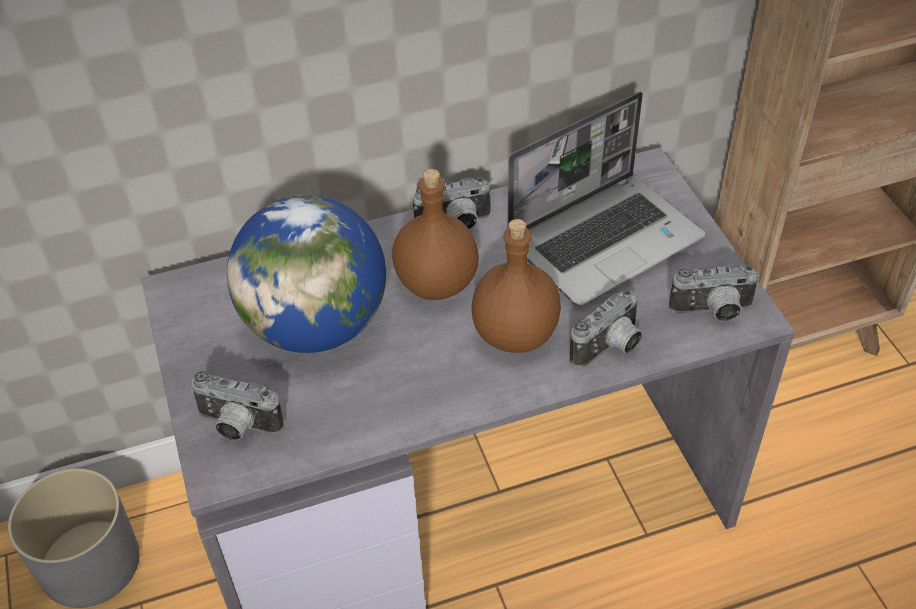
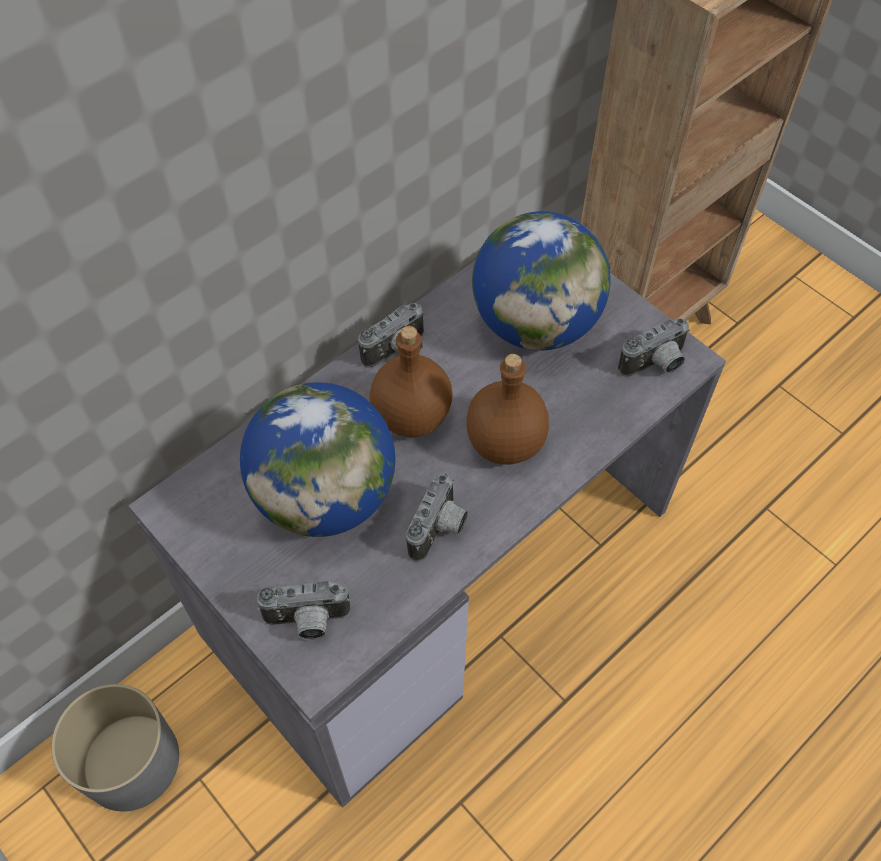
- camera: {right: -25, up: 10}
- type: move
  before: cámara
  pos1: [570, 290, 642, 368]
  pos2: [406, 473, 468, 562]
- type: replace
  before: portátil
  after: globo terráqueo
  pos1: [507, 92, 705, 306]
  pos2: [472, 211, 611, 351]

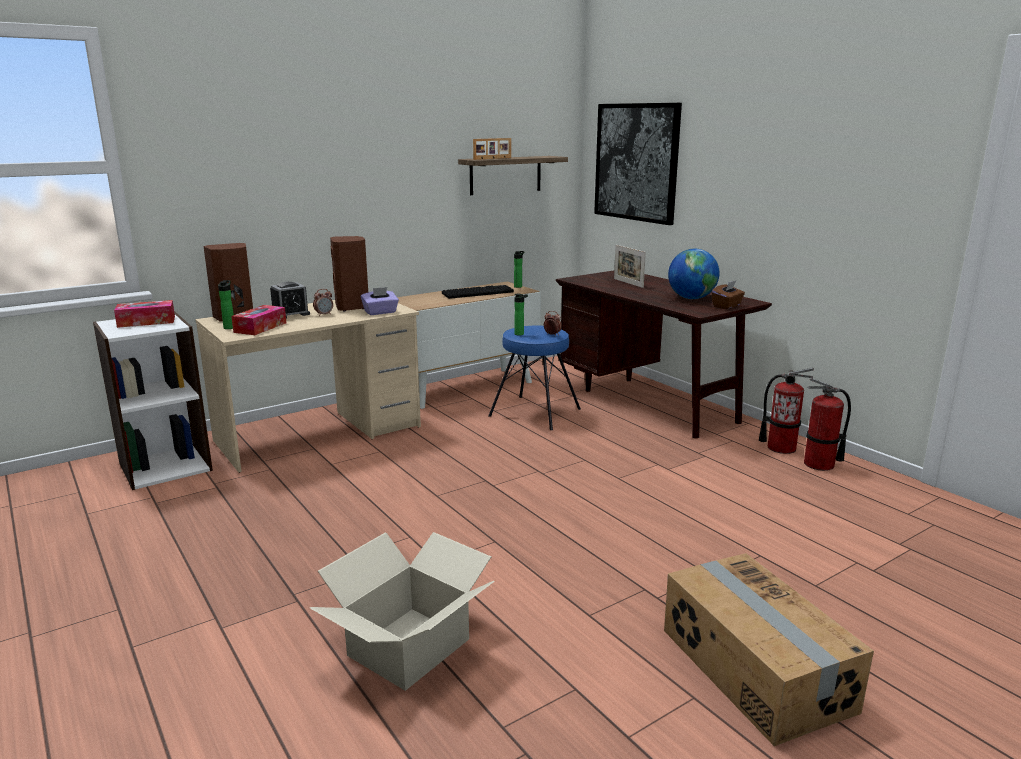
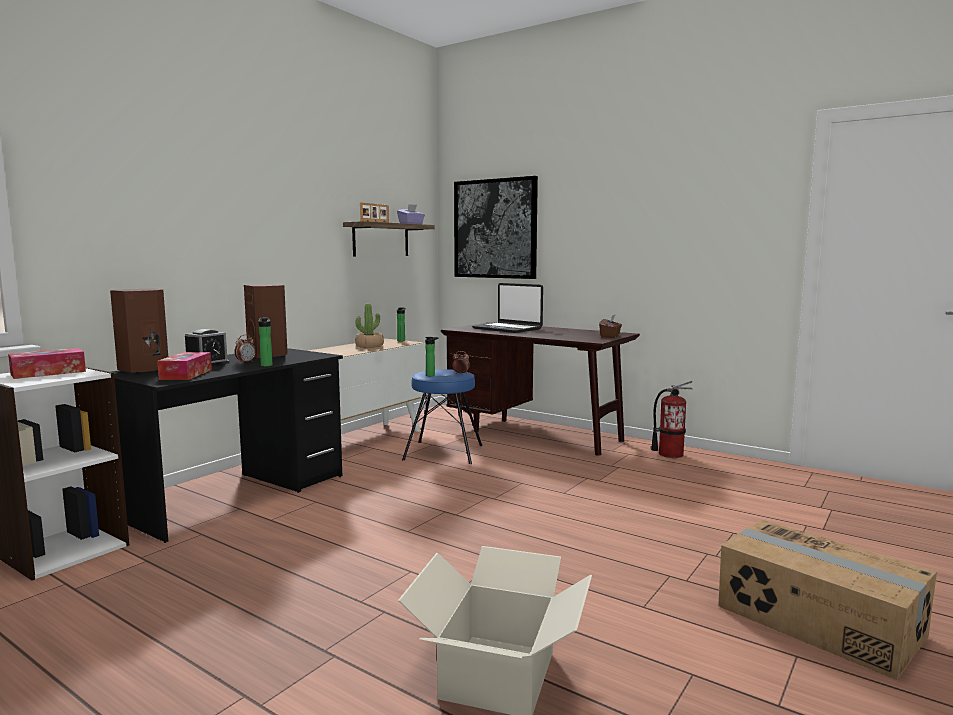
- camera: {right: -20, up: -10}
- type: recolor
  before: escritorio [beis]
  after: escritorio [negro]
  pos1: [195, 300, 421, 473]
  pos2: [111, 348, 343, 543]
- type: move
  before: botella
  pos1: [218, 280, 234, 329]
  pos2: [258, 318, 273, 367]
- type: replace
  before: teclado
  after: planta en maceta
  pos1: [442, 285, 514, 299]
  pos2: [355, 304, 384, 348]
- type: move
  before: caja de pañuelos [morado]
  pos1: [361, 287, 399, 315]
  pos2: [397, 204, 425, 224]
- type: replace
  before: portarretratos
  after: portátil
  pos1: [614, 245, 646, 288]
  pos2: [472, 283, 543, 333]
- type: delete
  before: globo terráqueo
  pos1: [668, 249, 720, 299]
- type: delete
  before: extintor
  pos1: [804, 378, 851, 471]

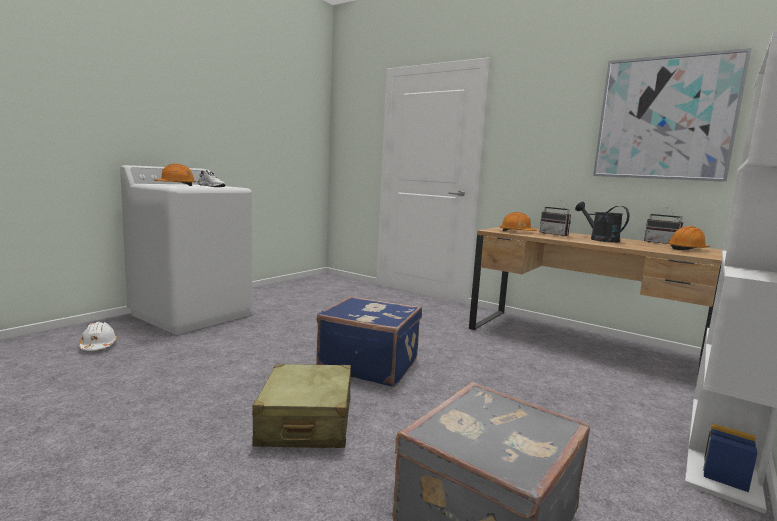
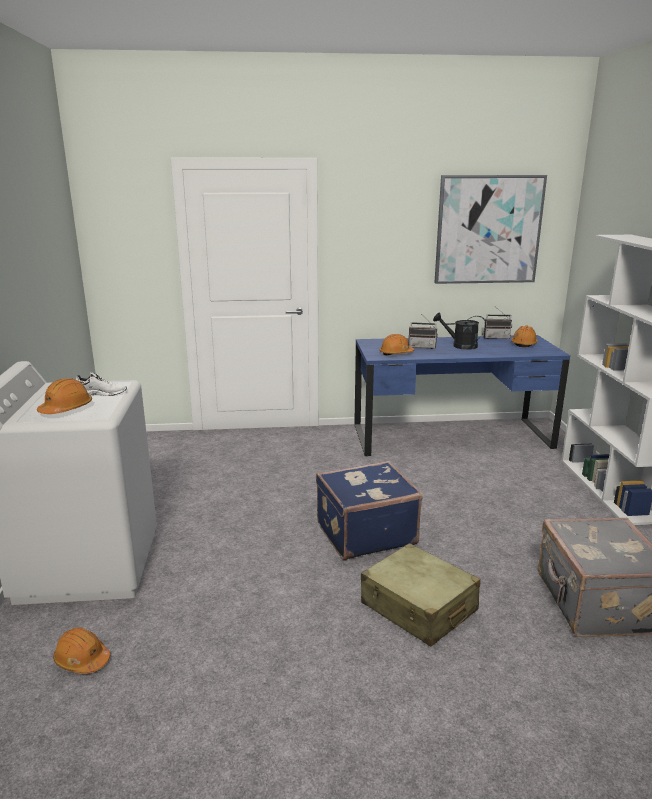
- camera: {right: -40, up: 10}
- type: recolor
  before: casco [blanco]
  after: casco [naranja]
  pos1: [79, 322, 117, 350]
  pos2: [53, 627, 110, 674]
- type: recolor
  before: escritorio [marrón]
  after: escritorio [azul]
  pos1: [469, 227, 722, 374]
  pos2: [354, 335, 570, 456]

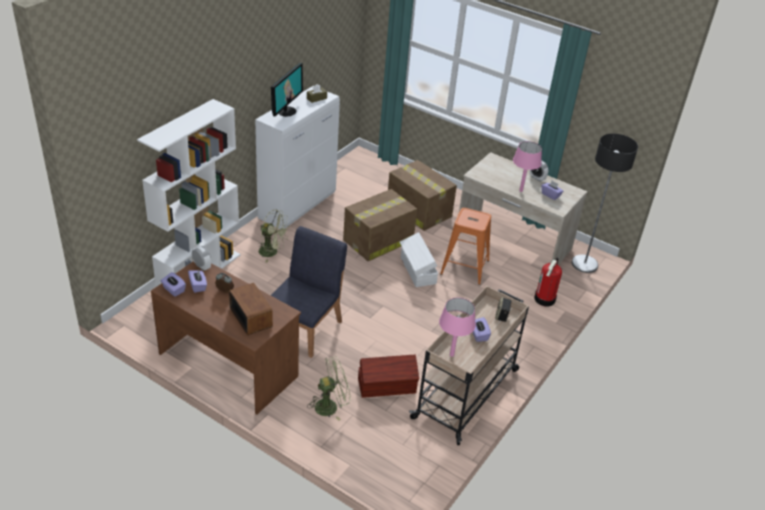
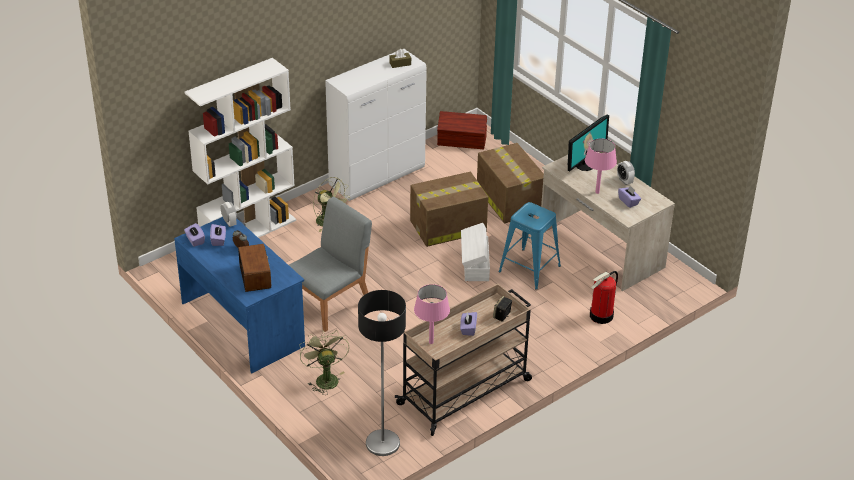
- camera: {right: 20, up: 0}
- type: recolor
  before: escritorio [marrón]
  after: escritorio [azul]
  pos1: [151, 261, 301, 415]
  pos2: [174, 217, 305, 373]
- type: recolor
  before: silla [azul]
  after: silla [gris]
  pos1: [271, 226, 347, 358]
  pos2: [289, 197, 372, 332]
- type: rotate
  before: ventilador [verde]
  pos1: [307, 356, 351, 421]
  pos2: [300, 330, 350, 395]
  turn: -105
- type: move
  before: lámpara de pie
  pos1: [572, 134, 638, 273]
  pos2: [358, 290, 406, 456]
- type: move
  before: caja de almacenaje [marrón]
  pos1: [358, 355, 419, 398]
  pos2: [437, 111, 487, 149]
- type: recolor
  before: taburete [naranja]
  after: taburete [azul]
  pos1: [440, 208, 491, 285]
  pos2: [499, 202, 561, 290]
- type: move
  before: monitor
  pos1: [271, 63, 303, 117]
  pos2: [568, 114, 609, 171]

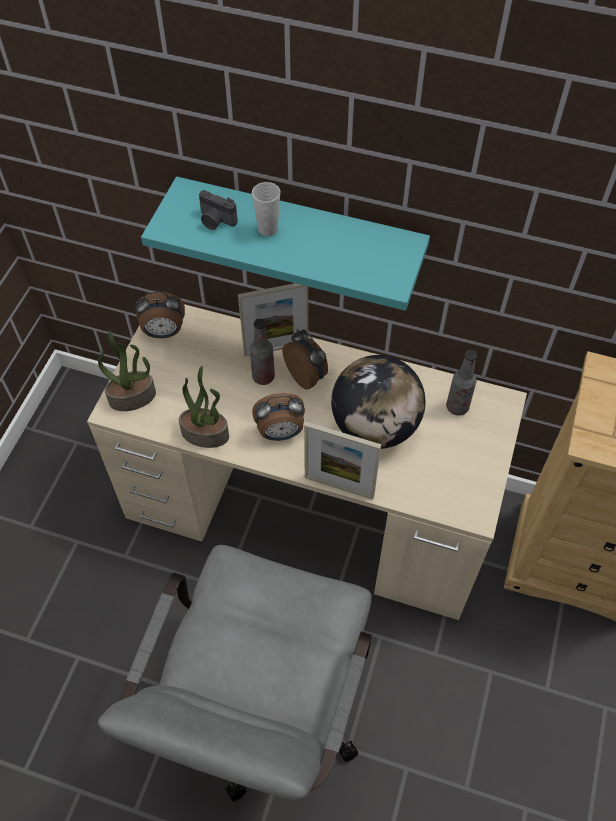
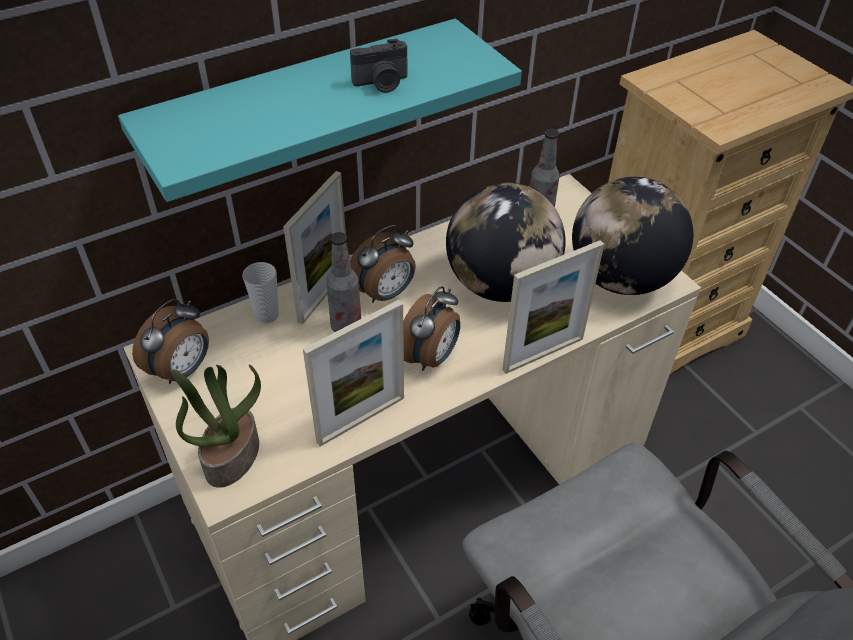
- camera: {right: -50, up: -10}
- type: move
  before: taza
  pos1: [252, 182, 281, 236]
  pos2: [242, 262, 279, 323]
- type: replace
  before: planta en maceta
  after: portarretratos
  pos1: [179, 366, 229, 448]
  pos2: [303, 300, 404, 446]
- type: move
  before: cámara
  pos1: [199, 190, 238, 230]
  pos2: [350, 39, 407, 93]
- type: rotate
  before: despertador
  pos1: [282, 329, 328, 390]
  pos2: [350, 225, 416, 303]
  turn: 135
- type: insert
  after: globo terráqueo
  pos2: [572, 177, 693, 295]

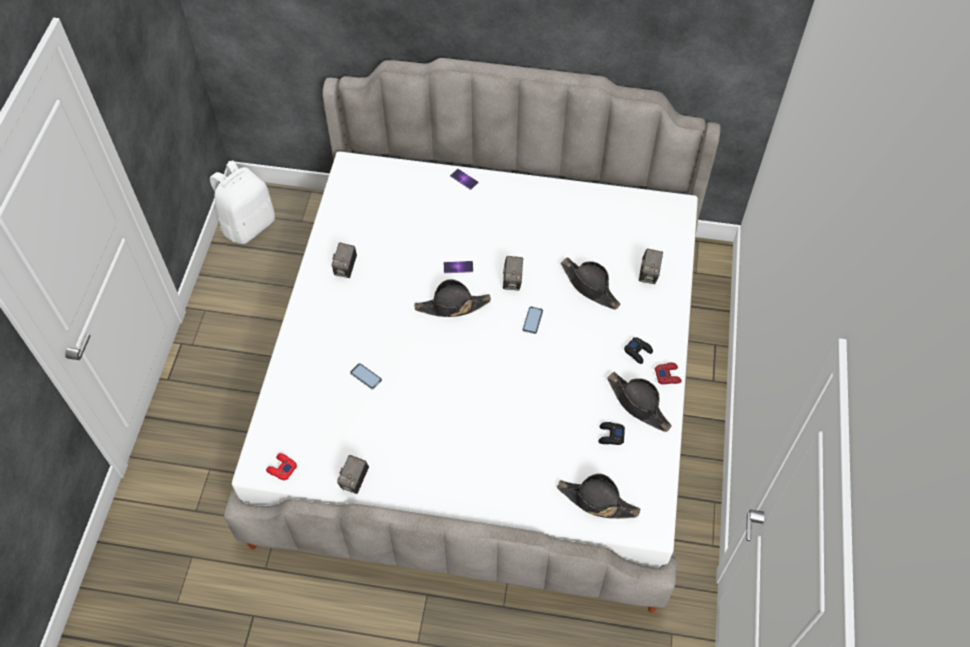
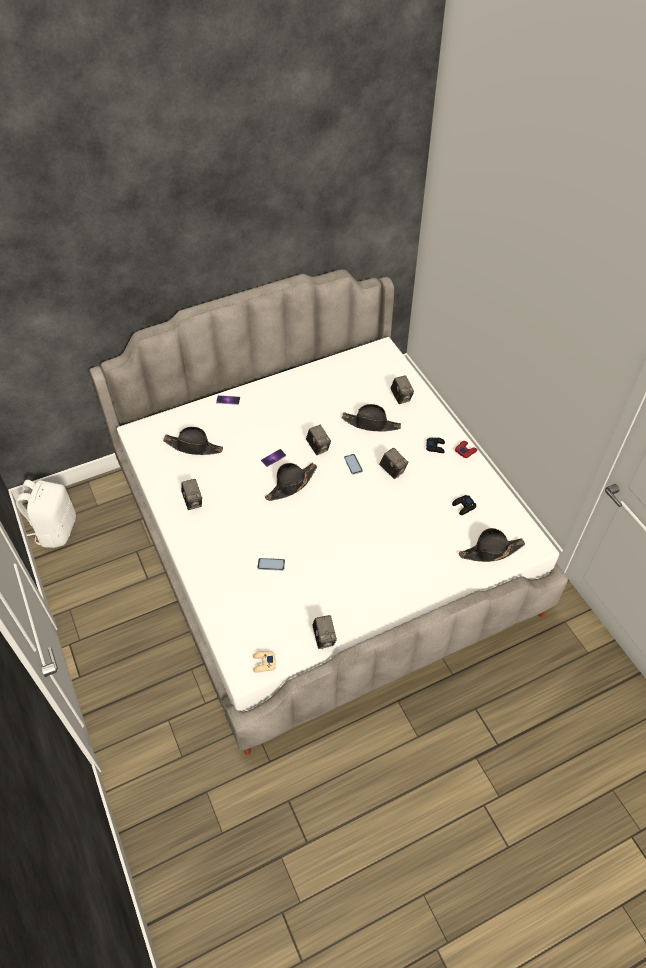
- camera: {right: -35, up: -5}
- type: move
  before: sombrero [negro]
  pos1: [607, 372, 672, 432]
  pos2: [163, 427, 223, 455]
- type: recolor
  before: mando de consola [rojo]
  after: mando de consola [beis]
  pos1: [266, 453, 297, 480]
  pos2: [253, 651, 276, 673]
- type: insert
  after: cámara
  pos2: [379, 447, 409, 479]

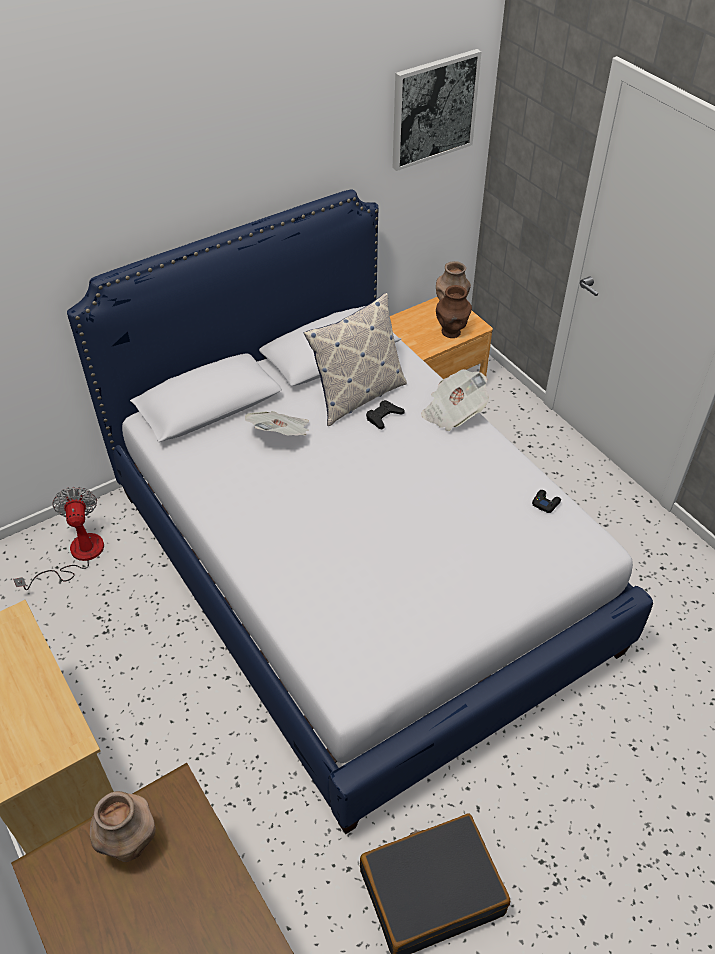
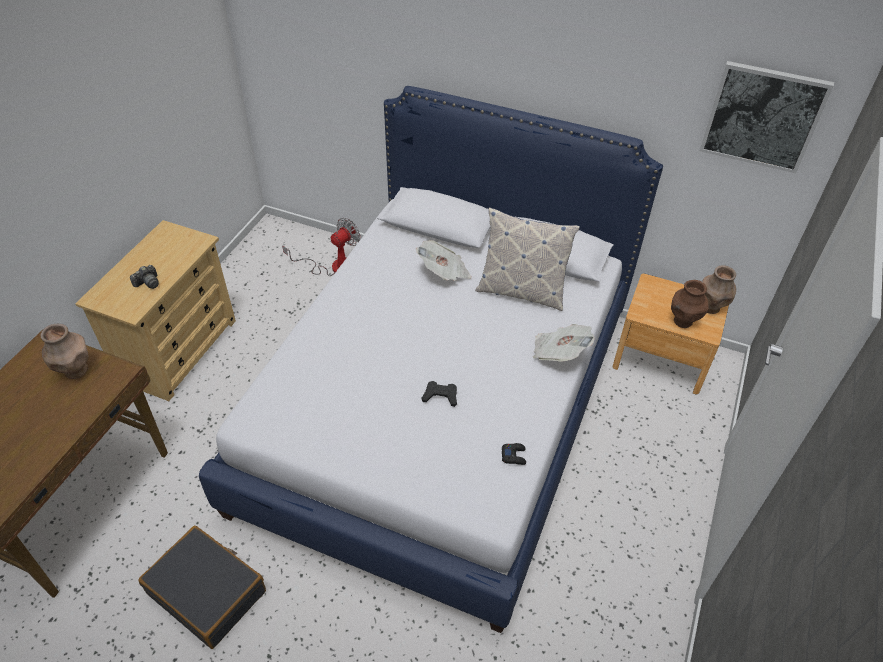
- camera: {right: 55, up: 0}
- type: insert
  after: cámara
  pos2: [130, 265, 159, 289]
- type: move
  before: mando de consola [negro]
  pos1: [366, 400, 405, 430]
  pos2: [422, 381, 457, 407]

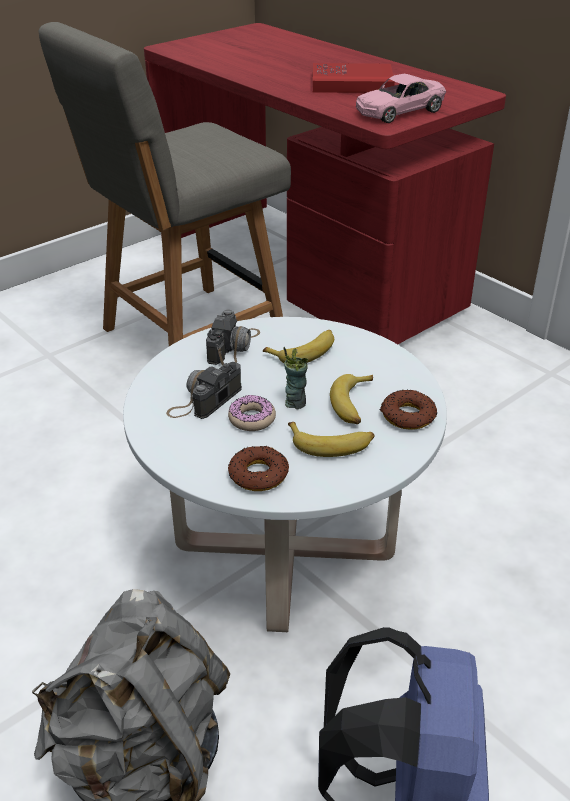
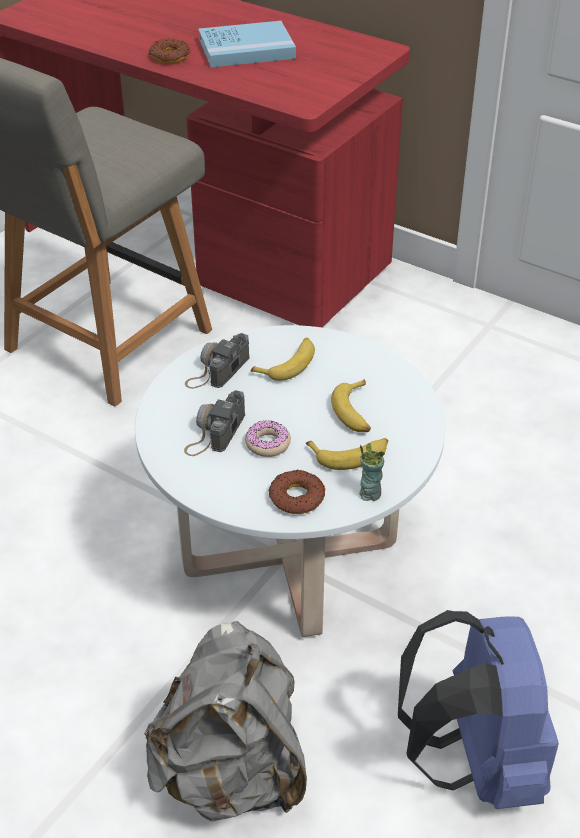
- camera: {right: -15, up: 5}
- type: move
  before: rosquilla
  pos1: [380, 390, 437, 430]
  pos2: [149, 38, 190, 63]
- type: rotate
  before: cámara
  pos1: [206, 310, 260, 366]
  pos2: [185, 333, 250, 389]
  turn: -150
- type: recolor
  before: libro [rojo]
  after: libro [azul]
  pos1: [313, 63, 395, 93]
  pos2: [199, 21, 296, 67]
- type: move
  before: taza
  pos1: [283, 347, 308, 409]
  pos2: [359, 443, 385, 501]
- type: delete
  before: coche de juguete [rosa]
  pos1: [356, 74, 446, 123]

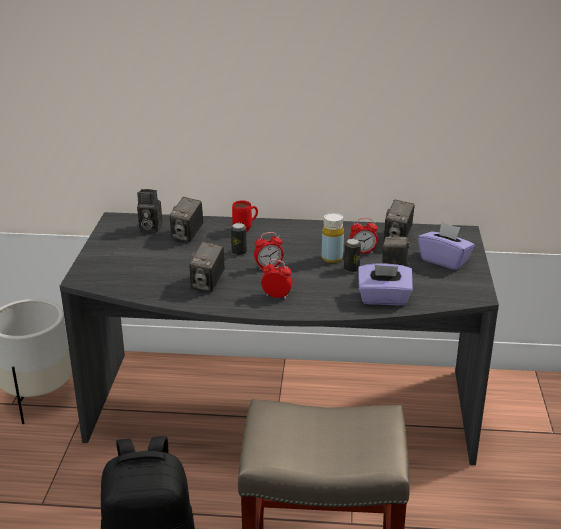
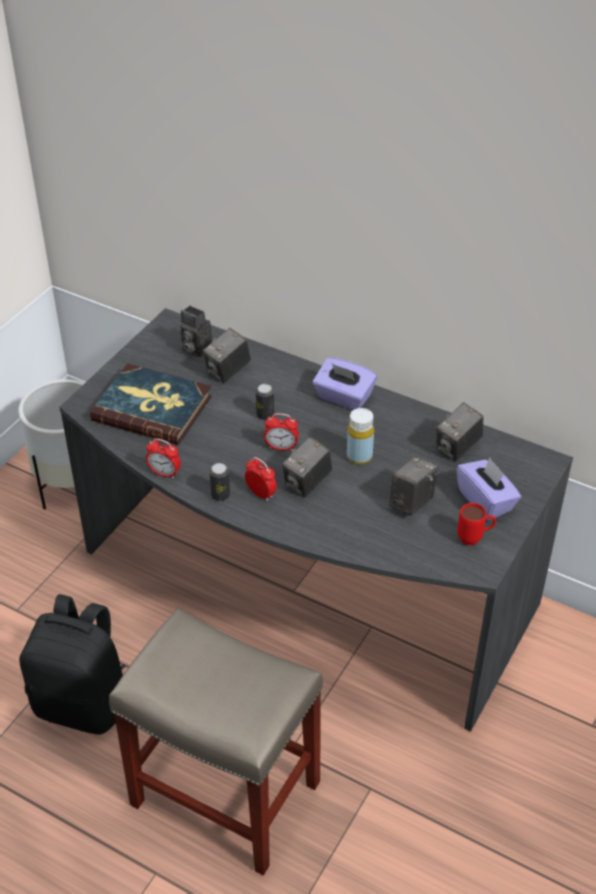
- camera: {right: 25, up: 15}
- type: insert
  after: libro
  pos2: [90, 363, 212, 445]
- type: move
  before: despertador
  pos1: [349, 218, 378, 254]
  pos2: [146, 438, 181, 479]
- type: move
  before: lata
  pos1: [344, 239, 361, 272]
  pos2: [209, 463, 230, 501]
- type: move
  before: cámara
  pos1: [189, 242, 224, 292]
  pos2: [282, 437, 332, 497]
- type: move
  before: caja de pañuelos [morado]
  pos1: [358, 263, 413, 305]
  pos2: [313, 358, 377, 410]
- type: move
  before: taza grande [rojo]
  pos1: [232, 200, 258, 232]
  pos2: [457, 503, 496, 545]

